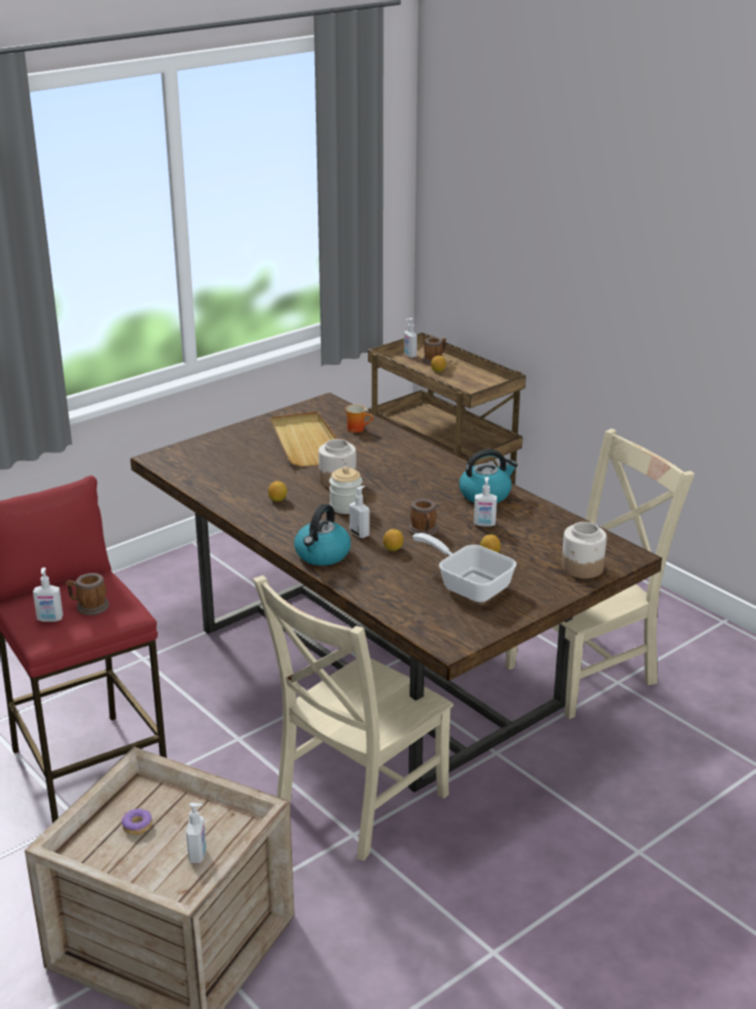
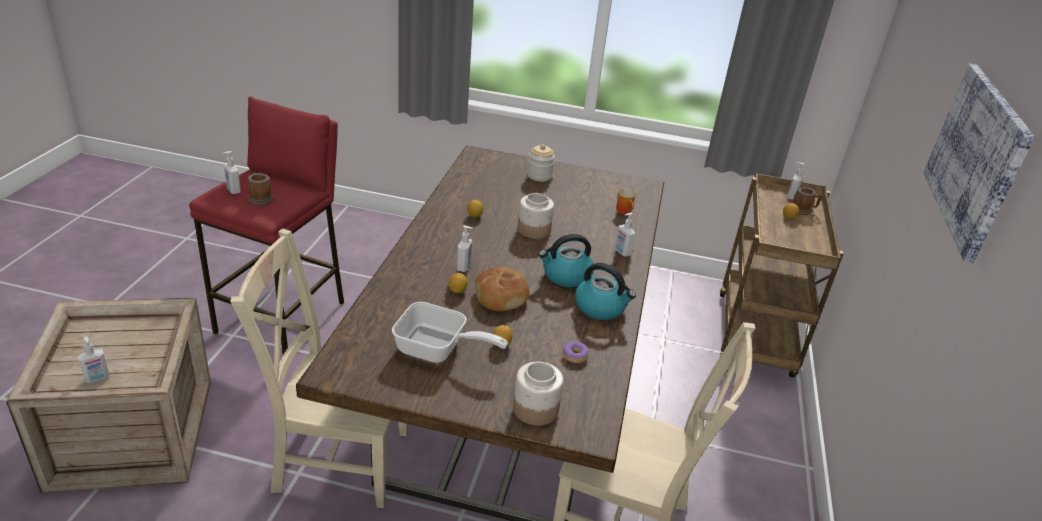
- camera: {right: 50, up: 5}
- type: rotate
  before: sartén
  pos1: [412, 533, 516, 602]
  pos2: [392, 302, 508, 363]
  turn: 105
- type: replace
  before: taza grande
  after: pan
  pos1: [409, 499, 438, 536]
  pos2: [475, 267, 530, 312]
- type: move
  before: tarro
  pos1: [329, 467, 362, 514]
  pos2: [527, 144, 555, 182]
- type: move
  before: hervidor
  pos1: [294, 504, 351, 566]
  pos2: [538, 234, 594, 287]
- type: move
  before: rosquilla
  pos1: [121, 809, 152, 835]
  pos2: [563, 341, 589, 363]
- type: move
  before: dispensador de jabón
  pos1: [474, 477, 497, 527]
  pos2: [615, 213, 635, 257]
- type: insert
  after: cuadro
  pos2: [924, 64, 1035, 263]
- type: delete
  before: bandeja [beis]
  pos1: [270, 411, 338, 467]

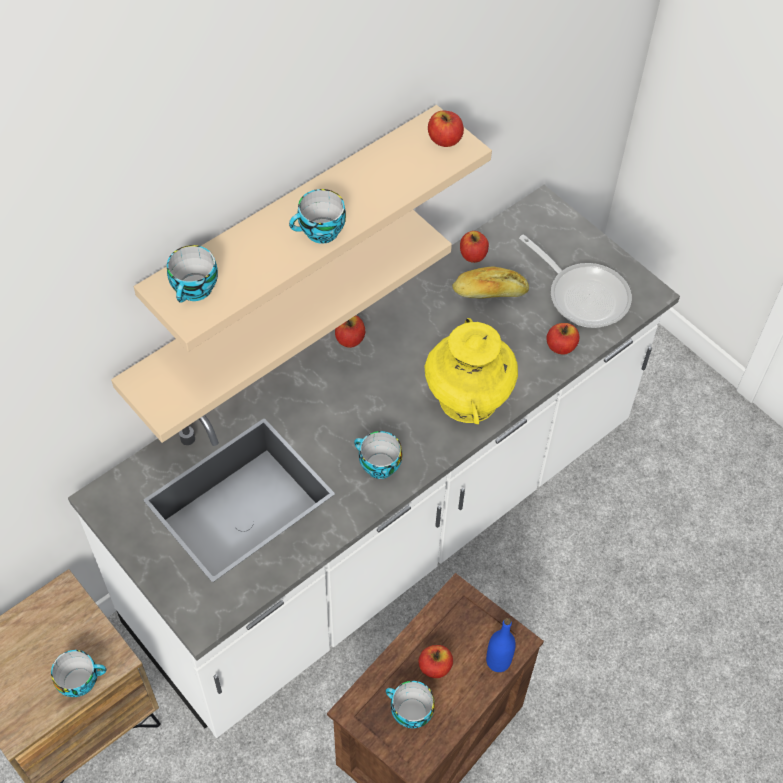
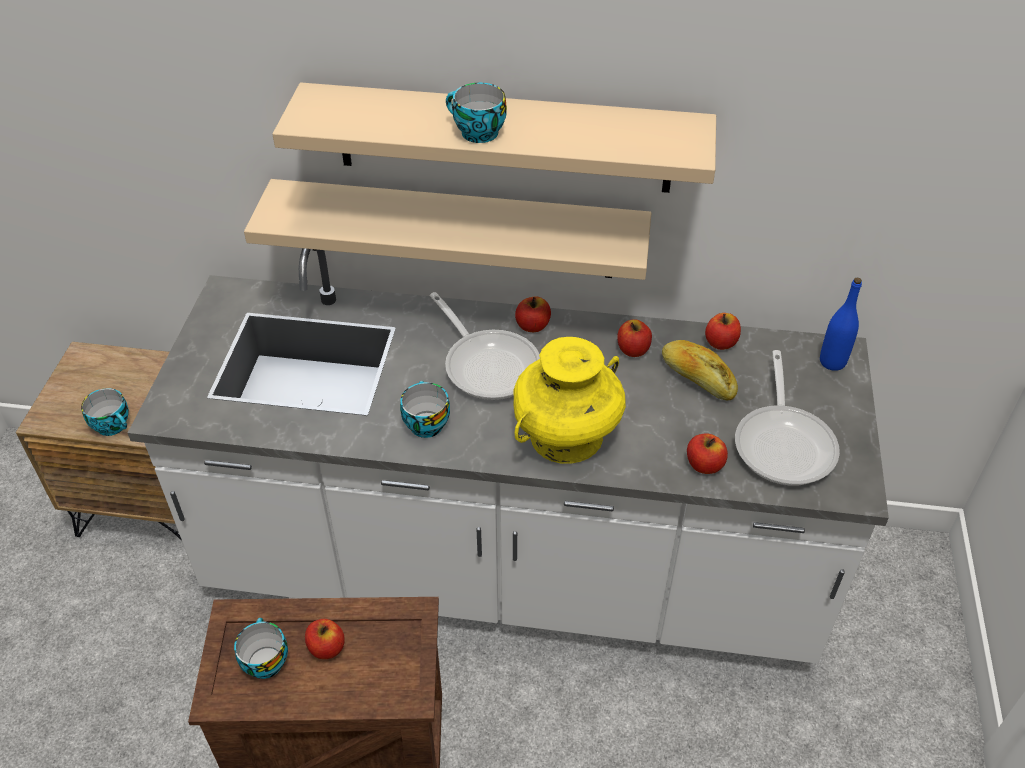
- camera: {right: 50, up: -10}
- type: insert
  after: sartén
  pos2: [430, 292, 540, 400]
- type: move
  before: manzana
  pos1: [428, 111, 464, 147]
  pos2: [617, 319, 652, 357]
- type: move
  before: botella [azul]
  pos1: [486, 618, 516, 672]
  pos2: [820, 278, 862, 371]
- type: delete
  before: taza
  pos1: [167, 245, 218, 303]

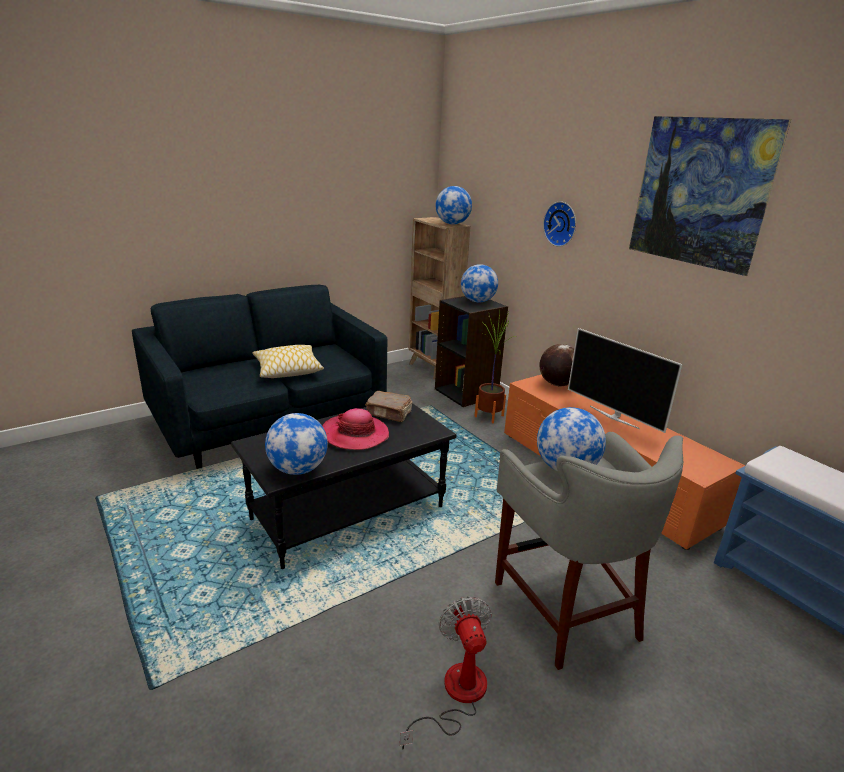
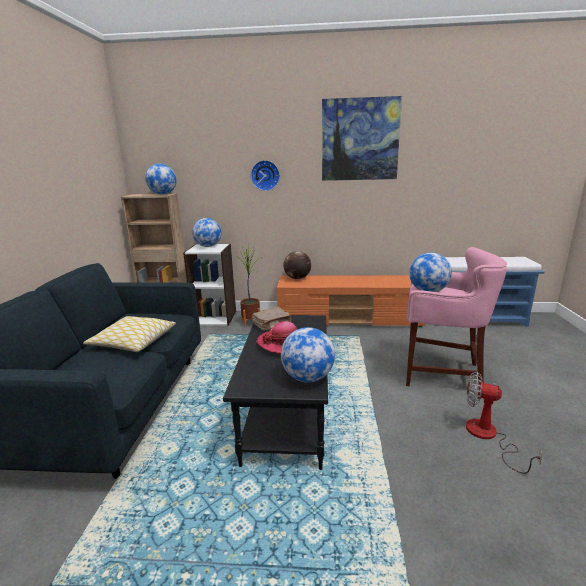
- camera: {right: -50, up: -5}
- type: recolor
  before: estantería [negro]
  after: estantería [blanco]
  pos1: [435, 296, 508, 407]
  pos2: [183, 244, 236, 326]
- type: recolor
  before: taburete [gris]
  after: taburete [rosa]
  pos1: [495, 432, 683, 670]
  pos2: [406, 247, 507, 386]
- type: delete
  before: televisor
  pos1: [568, 328, 683, 433]

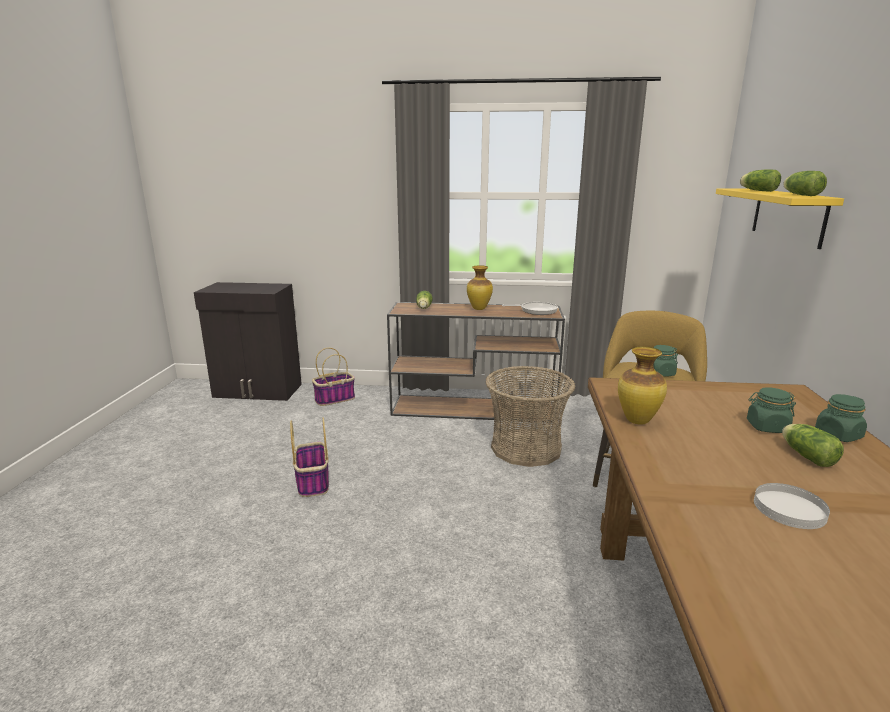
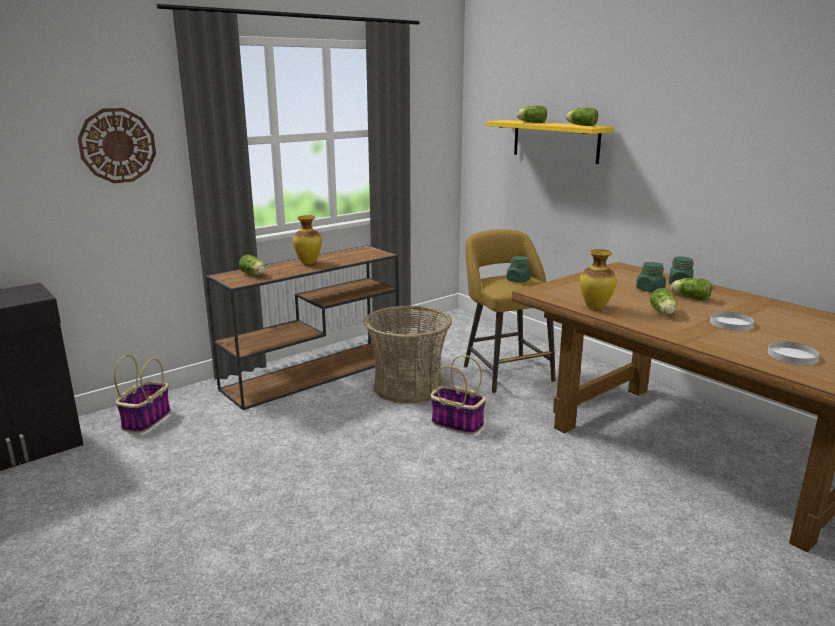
- camera: {right: -45, up: 0}
- type: insert
  after: reloj de pared
  pos2: [78, 108, 156, 183]
- type: move
  before: cesta
  pos1: [290, 417, 329, 497]
  pos2: [430, 355, 486, 435]
- type: insert
  after: lechuga
  pos2: [650, 288, 677, 315]
- type: insert
  after: plato [blanco]
  pos2: [768, 341, 819, 365]
- type: delete
  before: sartén
  pos1: [502, 302, 558, 315]

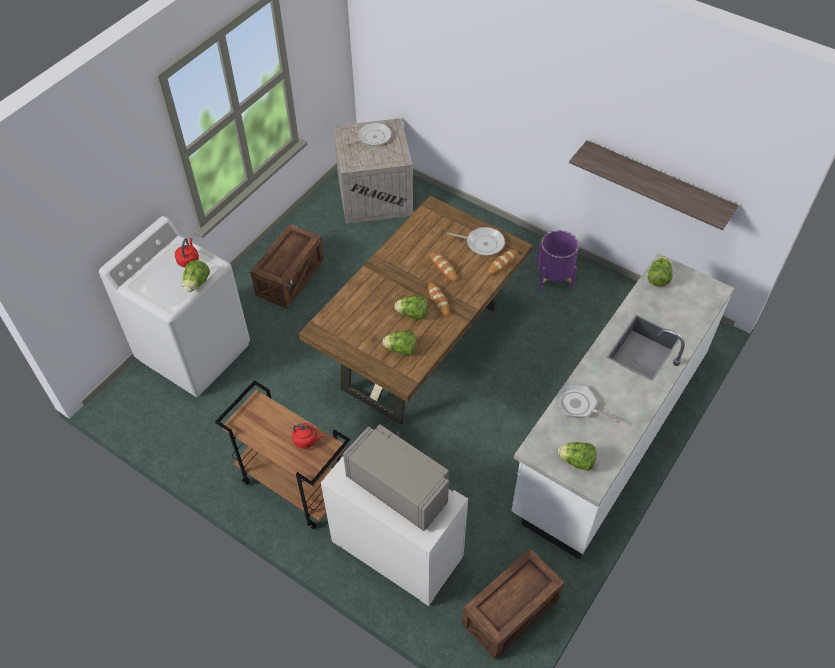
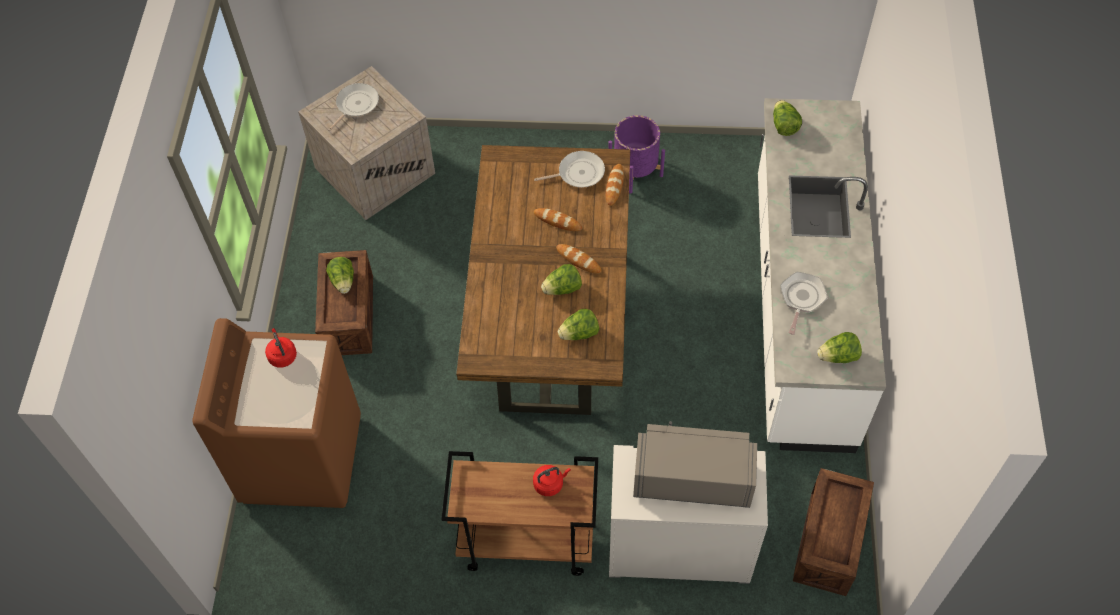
- camera: {right: -30, up: 5}
- type: recolor
  before: lavadora [blanco]
  after: lavadora [marrón]
  pos1: [99, 216, 250, 397]
  pos2: [193, 318, 361, 508]
- type: move
  before: lechuga
  pos1: [183, 260, 210, 292]
  pos2: [326, 257, 354, 294]
- type: rotate
  before: sartén
  pos1: [555, 384, 620, 424]
  pos2: [780, 272, 828, 335]
  turn: 105
- type: delete
  before: estante
  pos1: [569, 140, 739, 230]

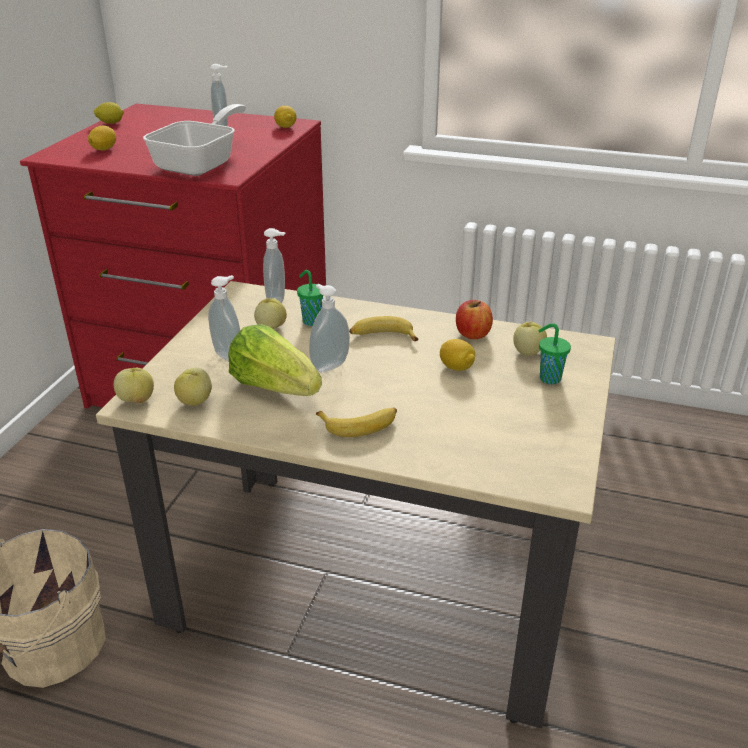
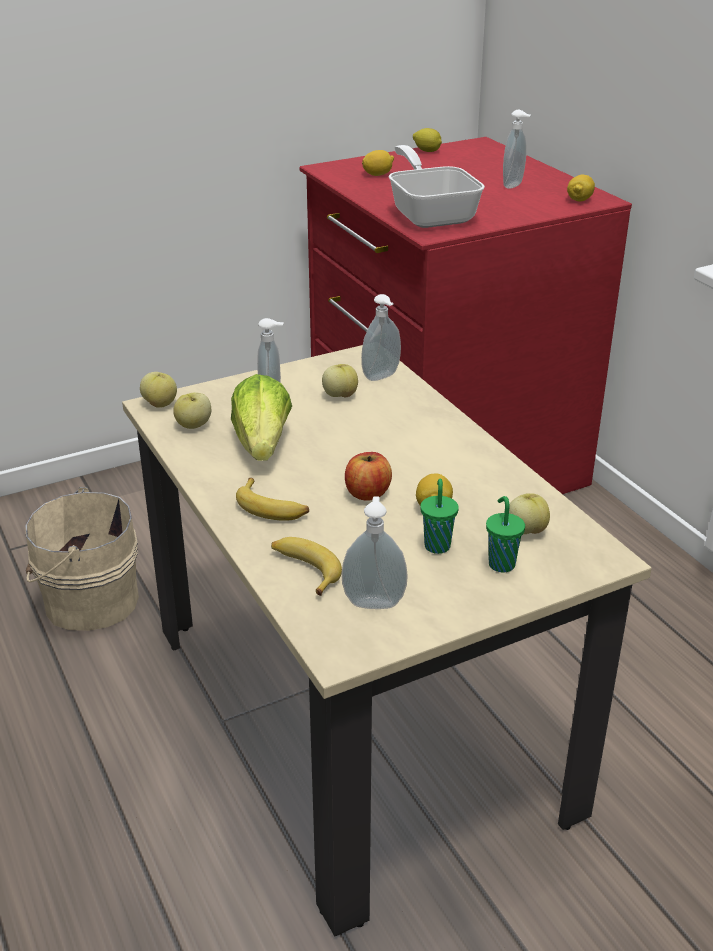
- camera: {right: 45, up: 0}
- type: move
  before: plátano
  pos1: [349, 316, 418, 341]
  pos2: [271, 537, 342, 596]
- type: move
  before: dispensador de jabón
  pos1: [309, 284, 350, 372]
  pos2: [342, 496, 408, 609]
- type: move
  before: manzana
  pos1: [456, 300, 493, 339]
  pos2: [345, 452, 392, 501]
- type: rotate
  before: sartén
  pos1: [143, 104, 246, 176]
  pos2: [389, 145, 485, 228]
  turn: -90
- type: move
  before: taza [verde]
  pos1: [297, 270, 324, 326]
  pos2: [420, 479, 459, 554]

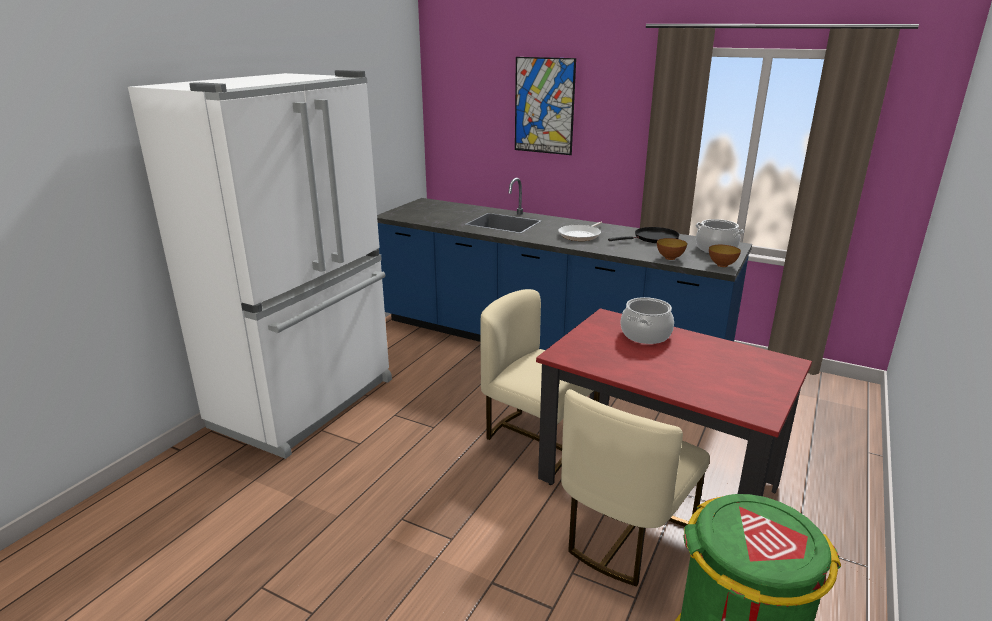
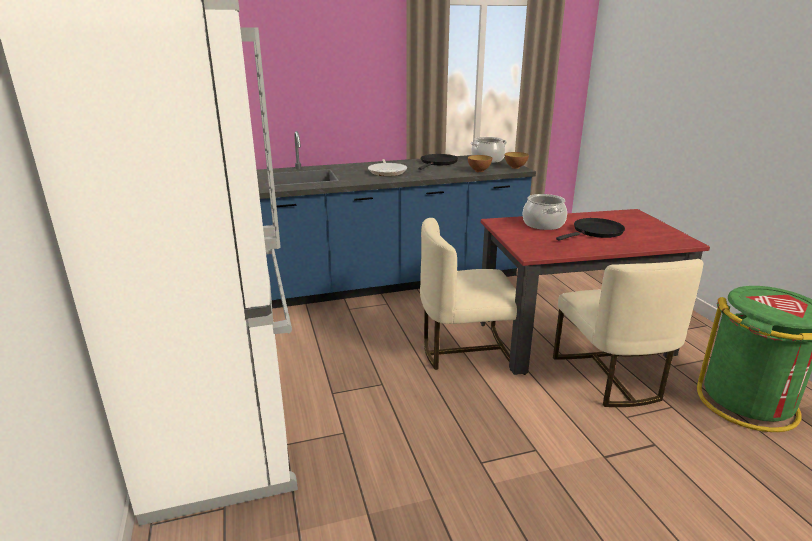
- camera: {right: -45, up: 0}
- type: insert
  after: sartén [negro]
  pos2: [556, 218, 625, 241]
- type: delete
  before: cuadro
  pos1: [515, 57, 576, 155]

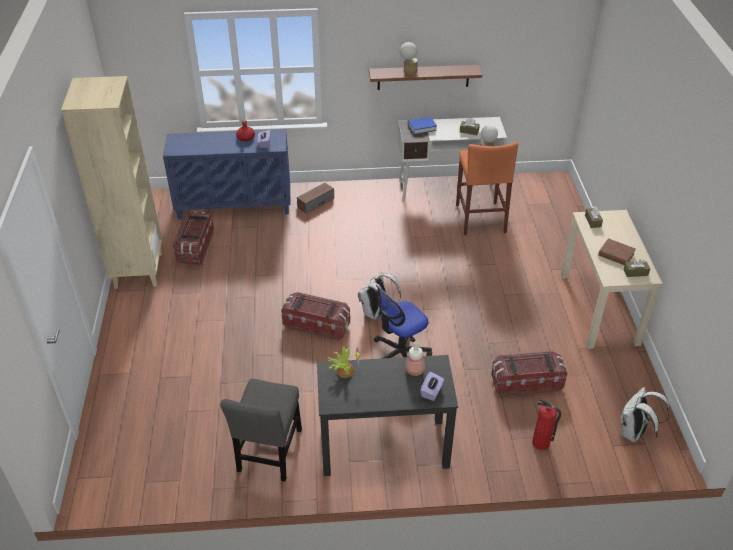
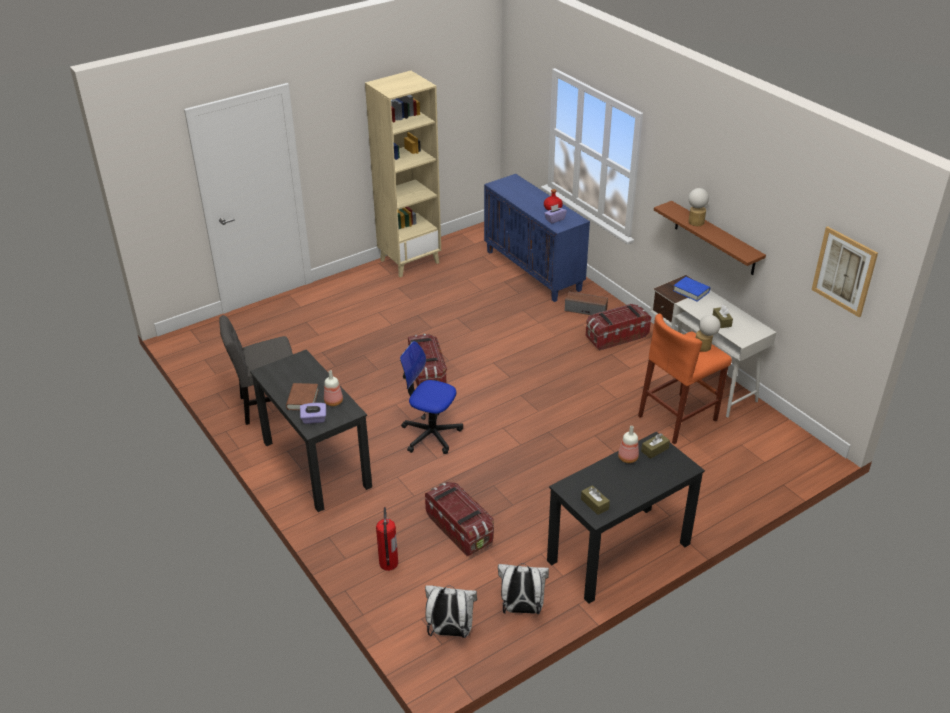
- camera: {right: 60, up: -5}
- type: move
  before: libro [marrón]
  pos1: [598, 238, 636, 265]
  pos2: [286, 383, 319, 410]
- type: move
  before: mochila [blanco]
  pos1: [358, 271, 401, 320]
  pos2: [498, 563, 549, 614]
- type: recolor
  before: escritorio [beis]
  after: escritorio [negro]
  pos1: [561, 210, 663, 349]
  pos2: [547, 432, 705, 604]
- type: move
  before: caja de almacenaje
  pos1: [173, 211, 214, 265]
  pos2: [586, 304, 651, 350]
- type: insert
  after: botella
  pos2: [618, 426, 639, 463]
- type: insert
  after: cuadro
  pos2: [812, 226, 878, 317]
- type: delete
  before: planta en maceta
  pos1: [328, 346, 360, 378]

